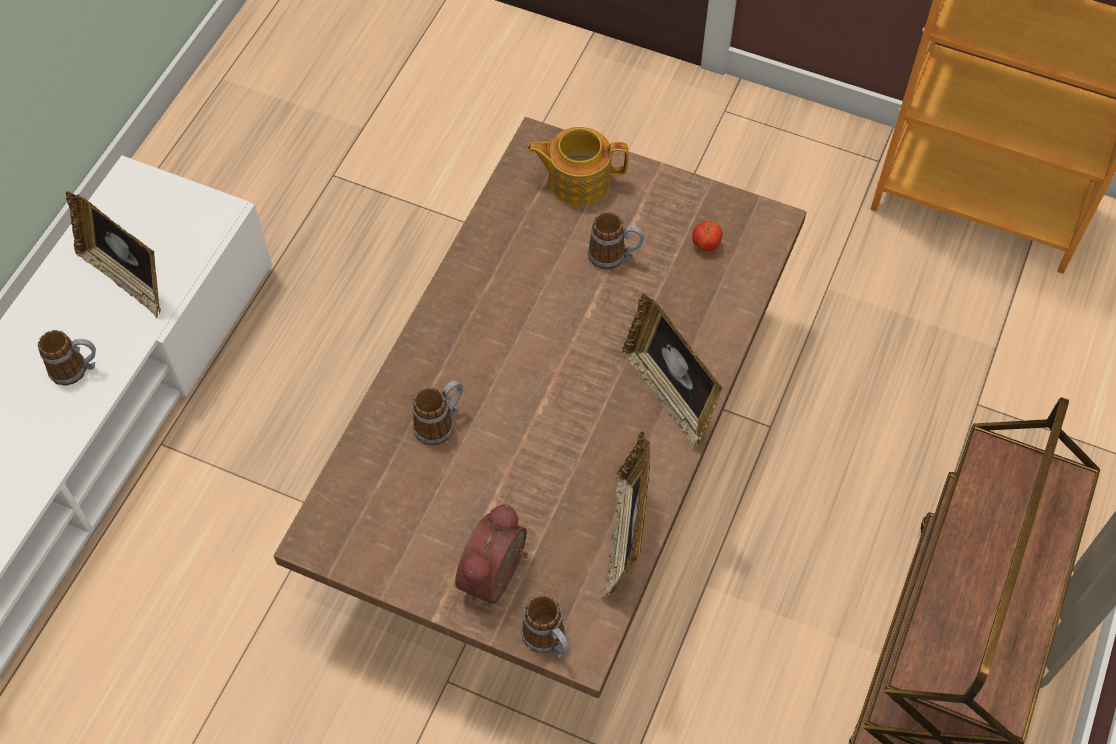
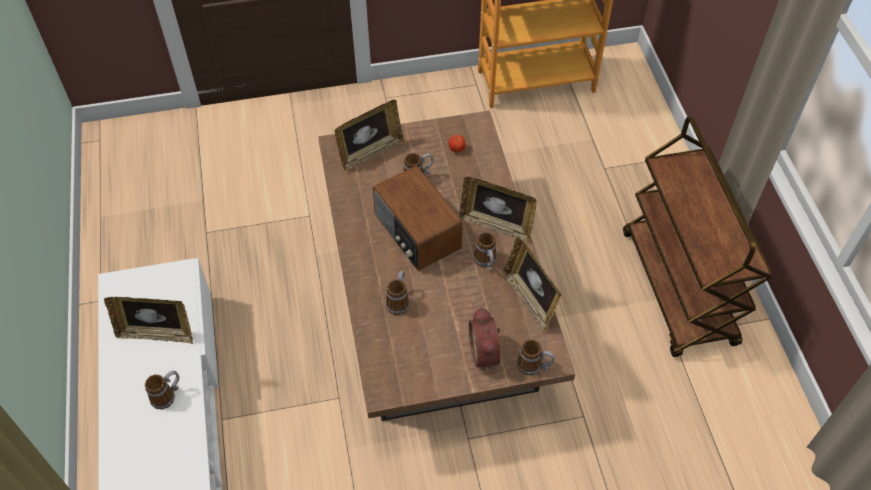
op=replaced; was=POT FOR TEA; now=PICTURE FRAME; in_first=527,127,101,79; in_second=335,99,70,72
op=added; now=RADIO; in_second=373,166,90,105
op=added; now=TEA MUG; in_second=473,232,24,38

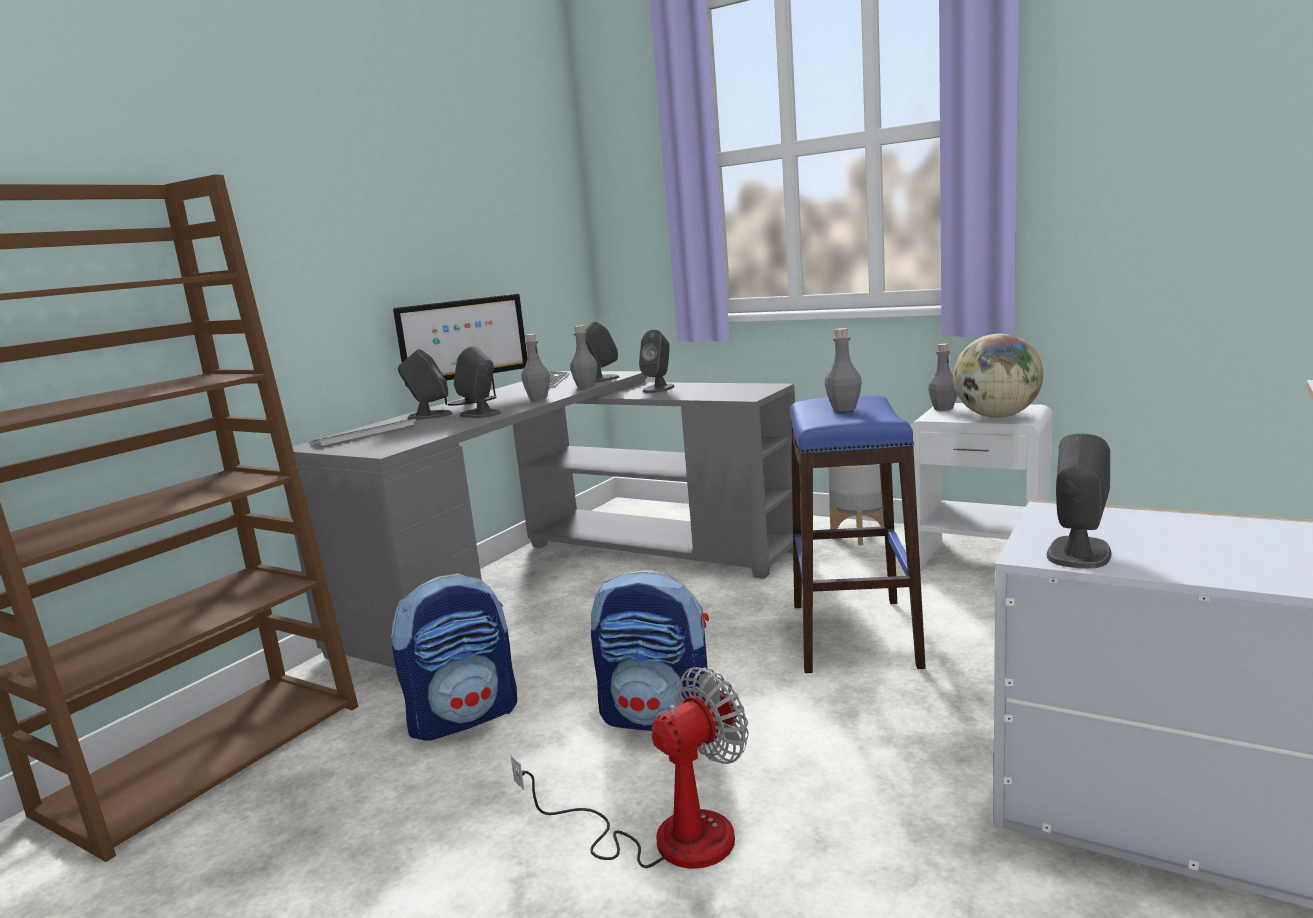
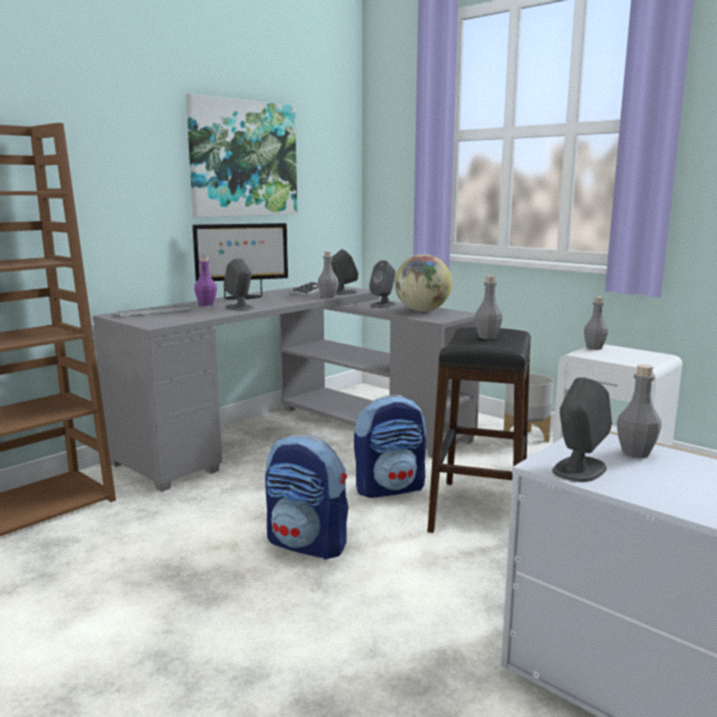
op=moved; was=GREYISH BOTTLE; in_first=521,334,29,66; in_second=617,364,45,94
op=moved; was=WORLD GLOBE; in_first=953,334,90,84; in_second=395,254,57,58
op=replaced; was=GREYISH LOUDSPEAKER; now=PURPLE BOTTLE; in_first=398,349,55,71; in_second=194,256,23,50
op=recoloured; was=BLUE STOOL SEAT; now=BLACKISH STOOL SEAT; in_first=790,395,136,278; in_second=427,327,104,206
op=moved; was=KNAPSACK; in_first=391,573,126,168; in_second=354,395,72,103
op=removed; was=ELECTRIC FAN; in_first=511,667,238,202
op=added; now=PICTURE; in_second=186,93,111,125

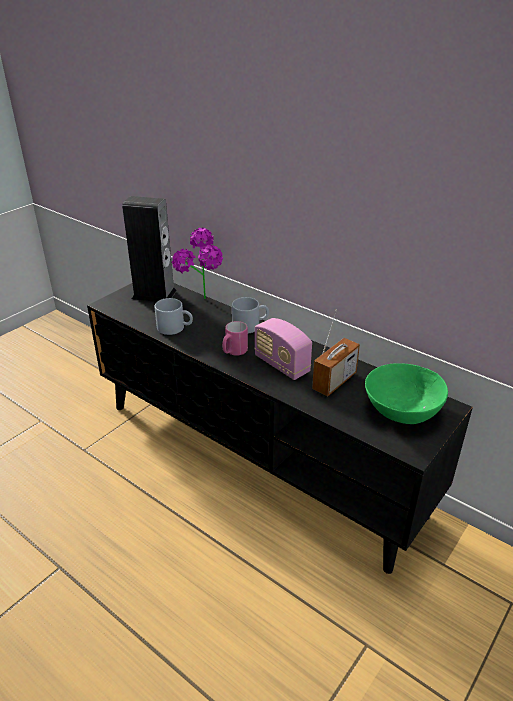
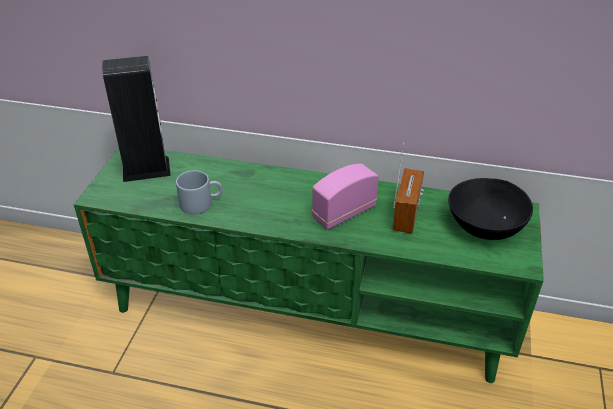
op=removed; was=POTTED PLANT; in_first=172,228,51,71
op=recoloured; was=BLACKISH TV STAND; now=GREEN-COLOURED TV STAND; in_first=87,283,386,291; in_second=73,148,471,235
op=removed; was=GREYISH TEA MUG; in_first=232,297,37,36
op=turned; was=RADIO; in_first=254,318,58,62; in_second=312,164,66,66; clockwise=120
op=removed; was=PINK TEA MUG; in_first=222,321,26,35
op=recoloured; was=GREEN-COLOURED DEEP DISH; now=BLACKISH DEEP DISH; in_first=365,363,83,61; in_second=448,178,85,62

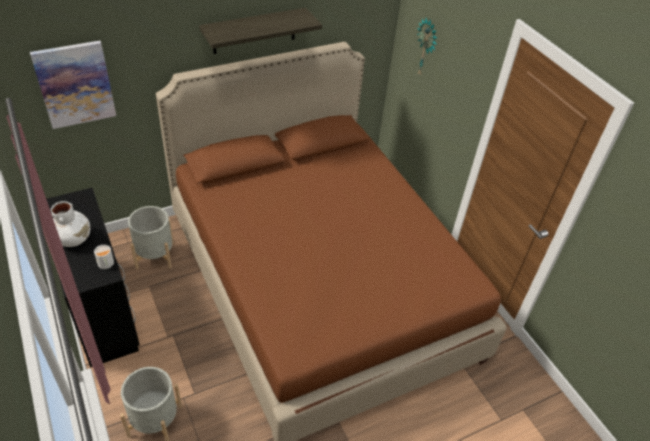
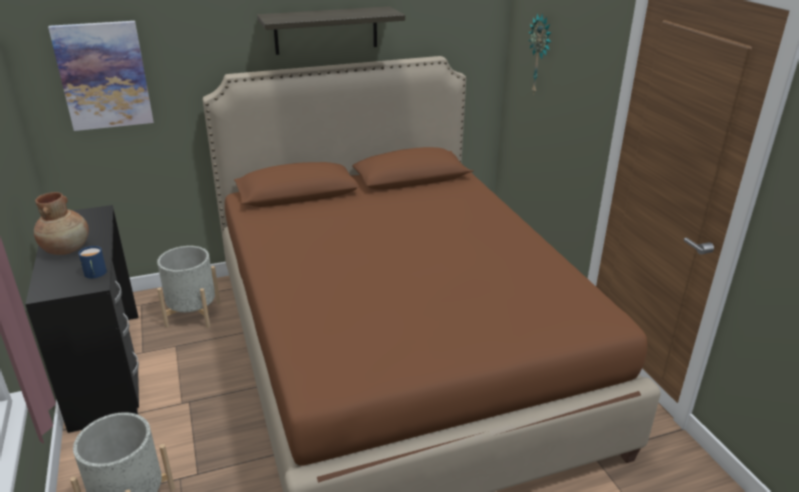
op=recoloured; was=WHITE-COLOURED FLOWER VASE; now=BROWNISH FLOWER VASE; in_first=51,201,39,46; in_second=34,192,55,63
op=recoloured; was=WHITE-COLOURED TEA MUG; now=BLUE TEA MUG; in_first=94,245,20,24; in_second=78,246,29,32

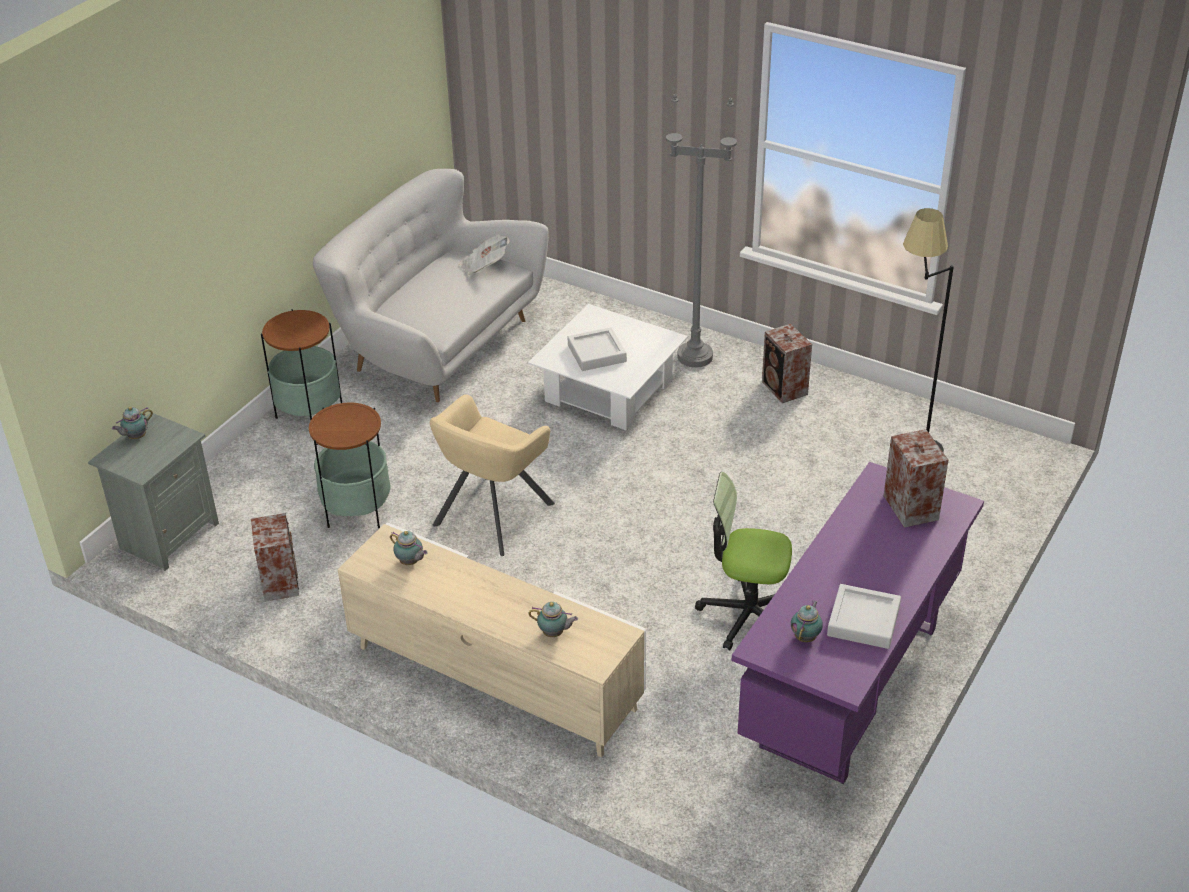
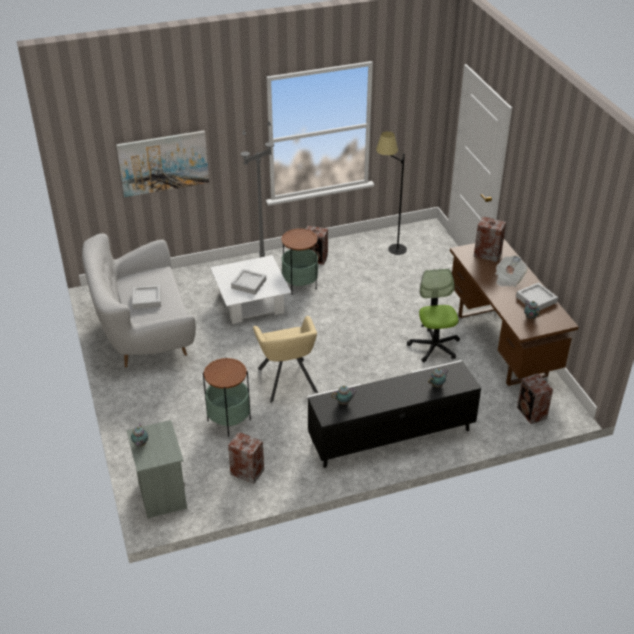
op=moved; was=PRINTED PAPER; in_first=459,234,51,41; in_second=495,255,33,32
op=moved; was=ACCENT TABLE; in_first=261,309,81,111; in_second=281,228,37,67
op=recoloured; was=PURPLE DESK TABLE; now=BROWNISH DESK TABLE; in_first=732,462,252,322; in_second=450,239,129,147
op=turned; was=COMPUTER CHAIR; in_first=695,472,97,178; in_second=407,269,53,93; clockwise=120
op=recoloured; was=SAND-COLOURED TV STAND; now=BLACKISH TV STAND; in_first=338,523,308,235; in_second=307,360,174,108
op=added; now=PICTURE; in_second=116,131,93,66
op=added; now=GREYISH TRAY; in_second=132,285,29,24
op=added; now=LOUDSPEAKER; in_second=517,373,36,51

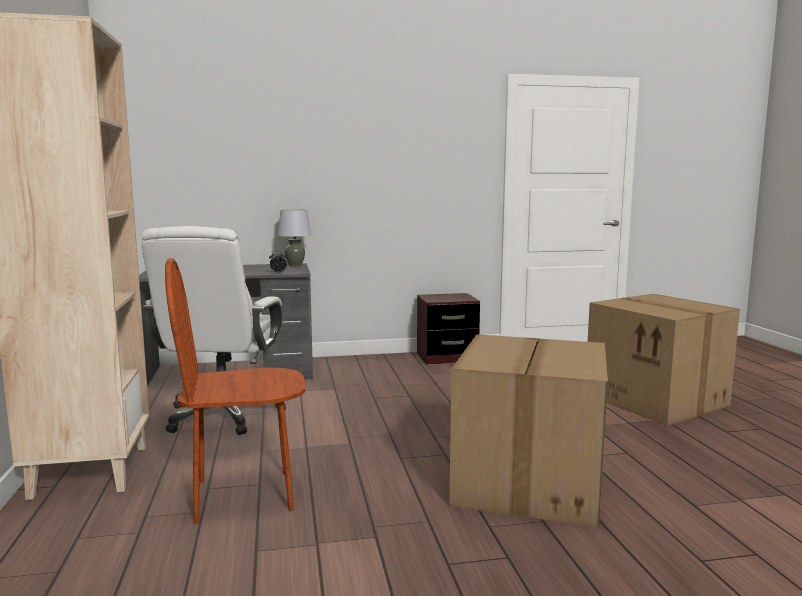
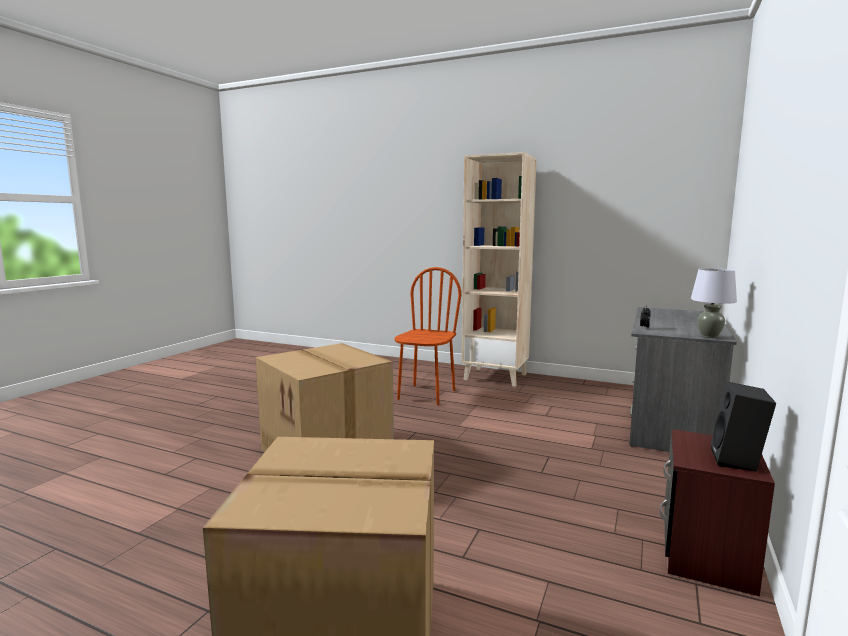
op=removed; was=WHITE-COLOURED COMPUTER CHAIR; in_first=141,226,145,209
op=added; now=BLACKISH LOUDSPEAKER; in_second=711,382,65,89

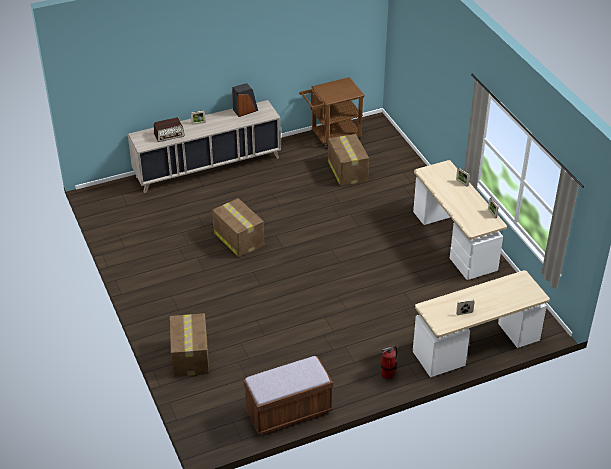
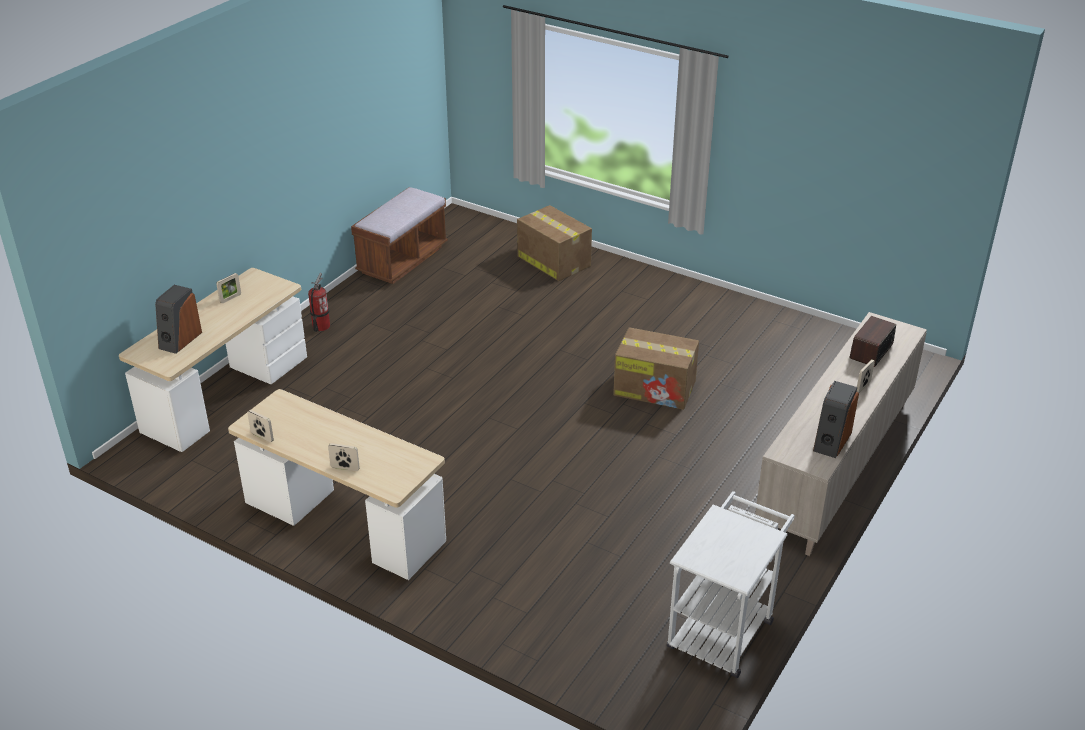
op=recoloured; was=BROWNISH CART; now=WHITE-COLOURED CART; in_first=299,77,66,72; in_second=667,491,128,187
op=removed; was=CARDBOARD BOX; in_first=328,134,41,52
op=added; now=LOUDSPEAKER; in_second=155,285,47,69

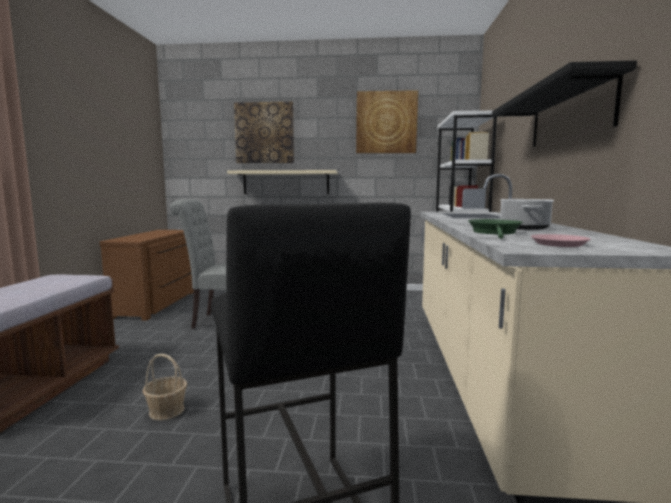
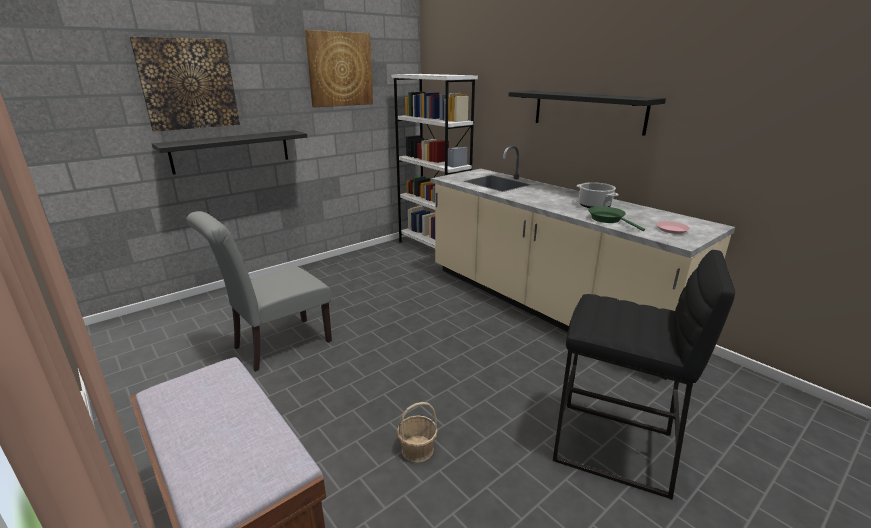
op=recoloured; was=SAND-COLOURED BRACKET SHELF; now=BLACKISH BRACKET SHELF; in_first=227,170,111,24; in_second=152,130,155,44
op=removed; was=BROWNISH DRESSER; in_first=100,230,94,91

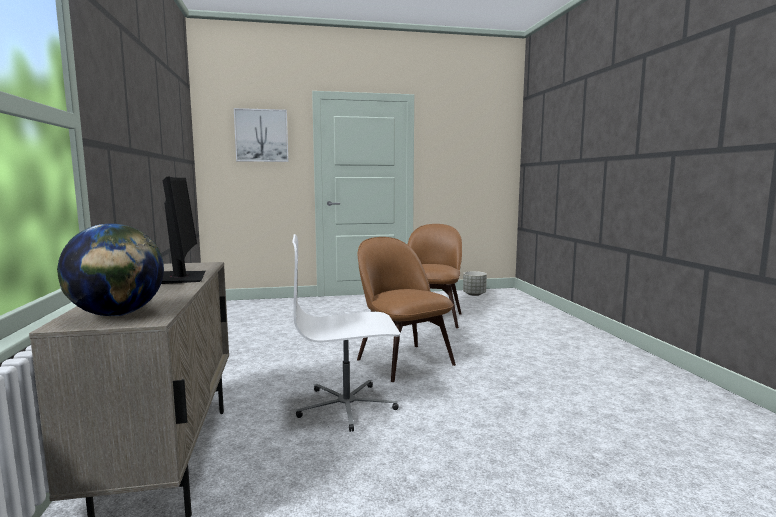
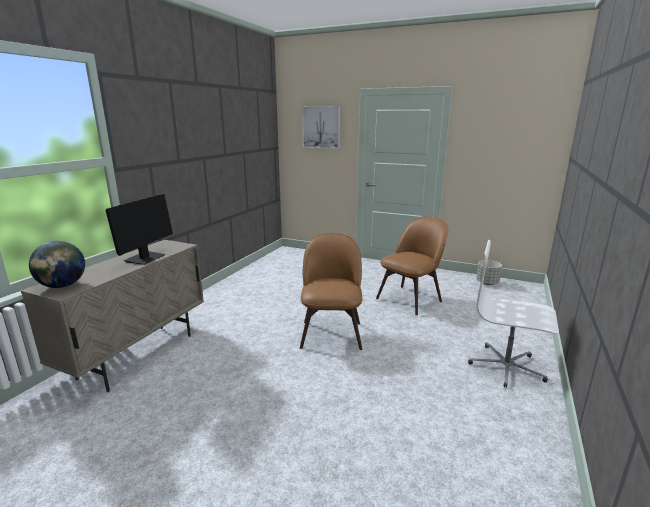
op=moved; was=WHITE-COLOURED COMPUTER CHAIR; in_first=292,234,108,198; in_second=468,240,91,148

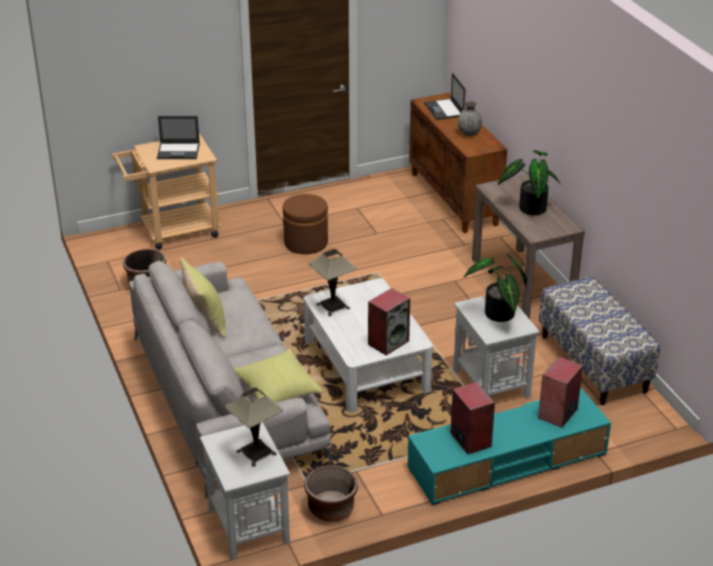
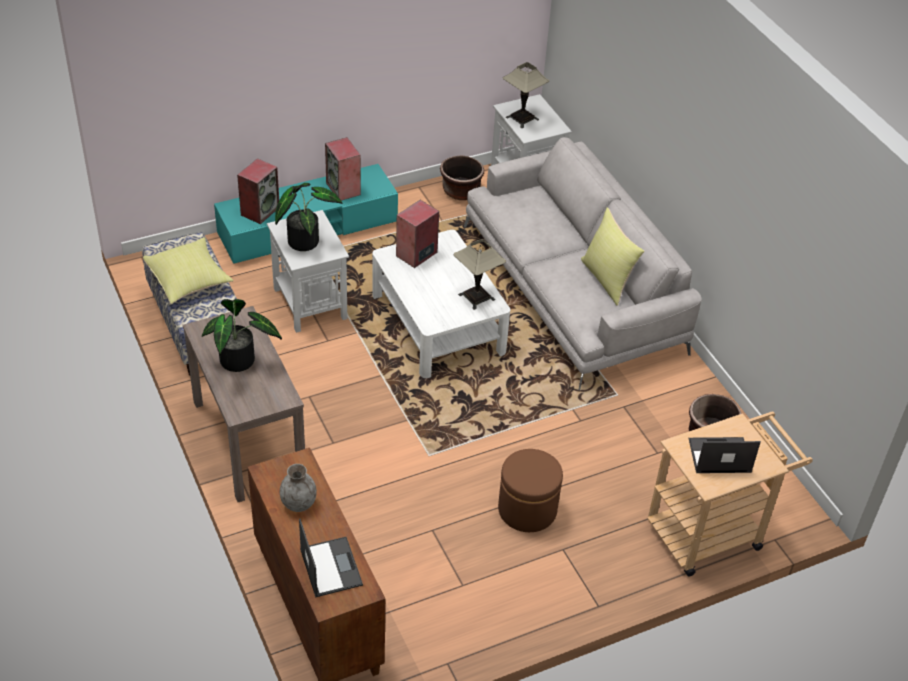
op=moved; was=YELLOW CUSHION; in_first=234,349,88,54; in_second=143,237,91,67

